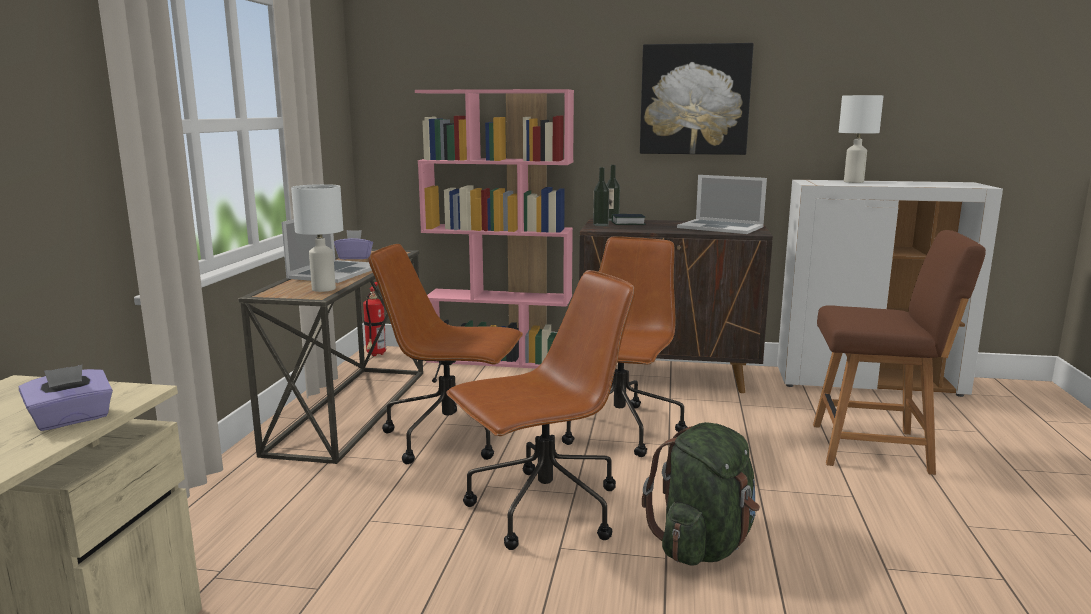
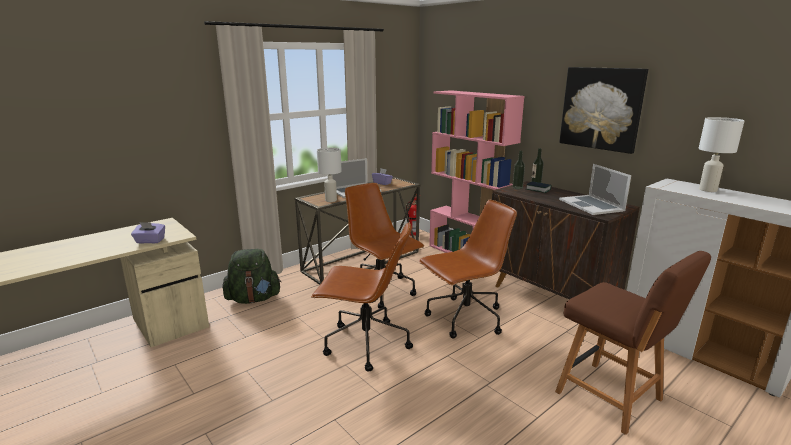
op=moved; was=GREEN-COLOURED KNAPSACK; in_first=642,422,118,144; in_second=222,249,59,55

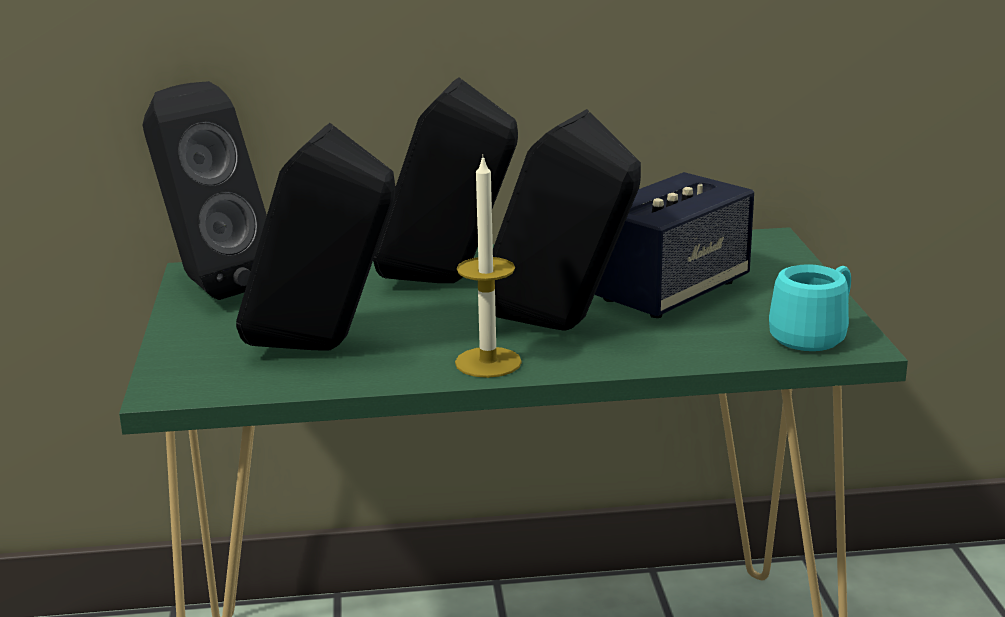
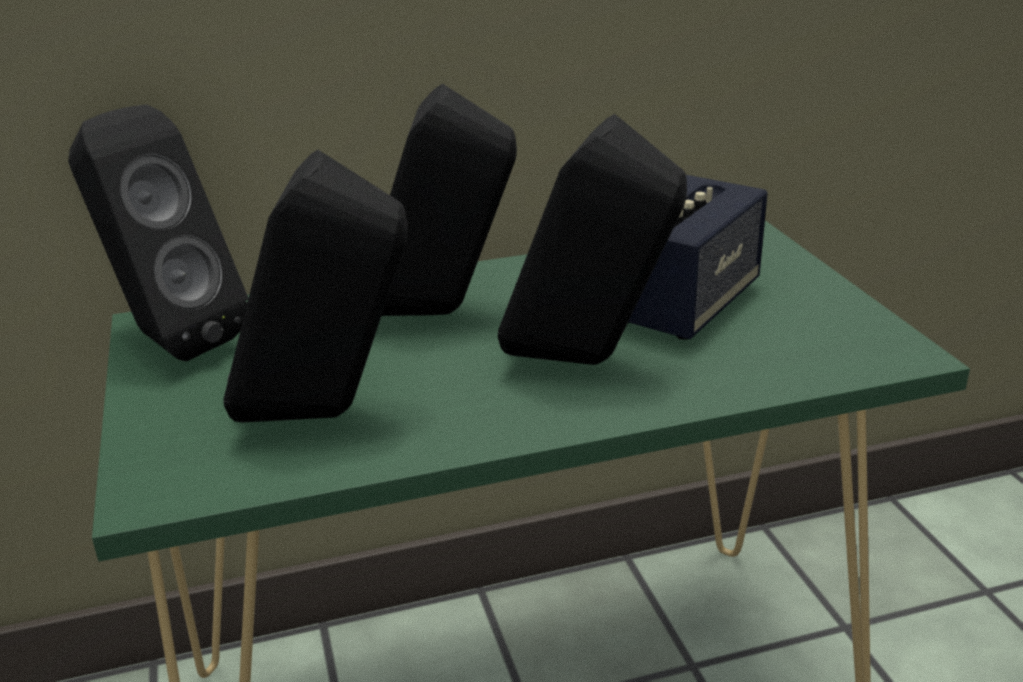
op=removed; was=WAX LIGHT; in_first=455,158,67,220
op=removed; was=TURQUOISE TEA MUG; in_first=769,264,82,87

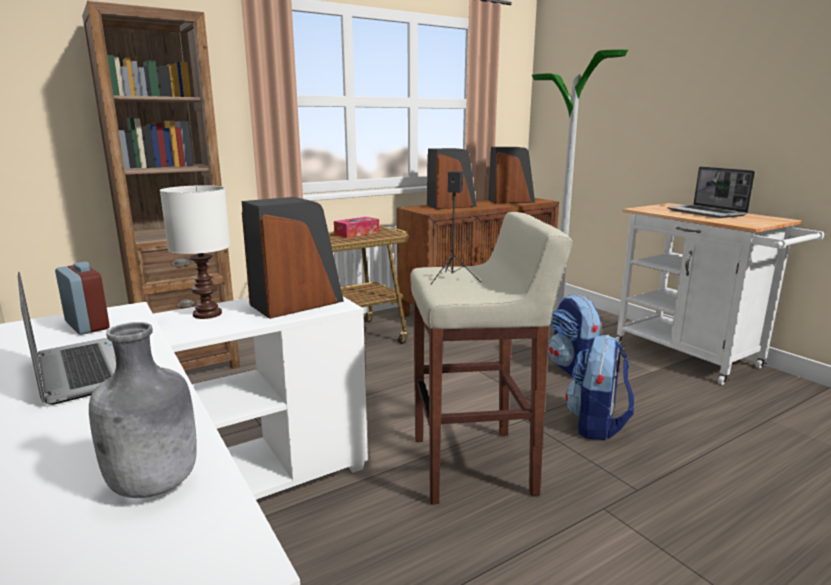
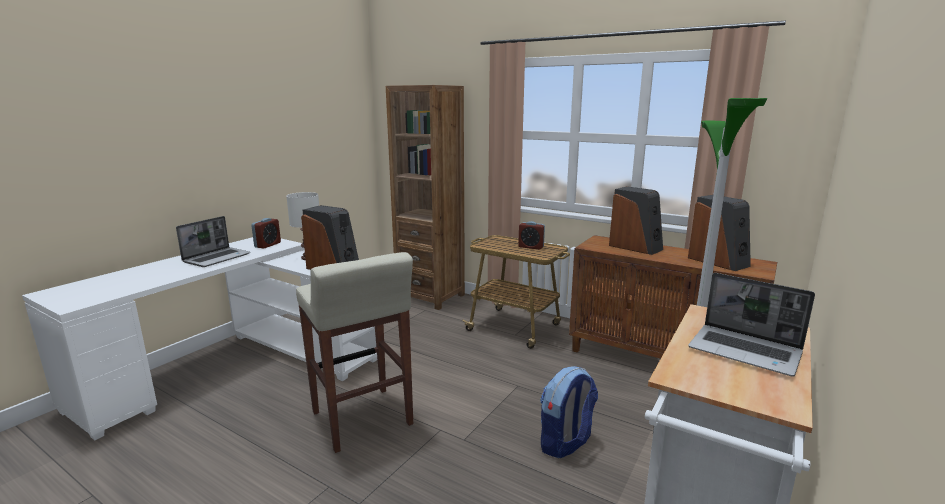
op=turned; was=PORTABLE COMPUTER; in_first=667,166,88,52; in_second=688,273,127,104; clockwise=-90
op=replaced; was=TISSUE BOX; now=BEDSIDE CLOCK; in_first=334,217,46,21; in_second=518,221,27,29
op=removed; was=GREYISH BOTTLE; in_first=89,322,108,176
op=removed; was=KNAPSACK; in_first=565,335,69,105

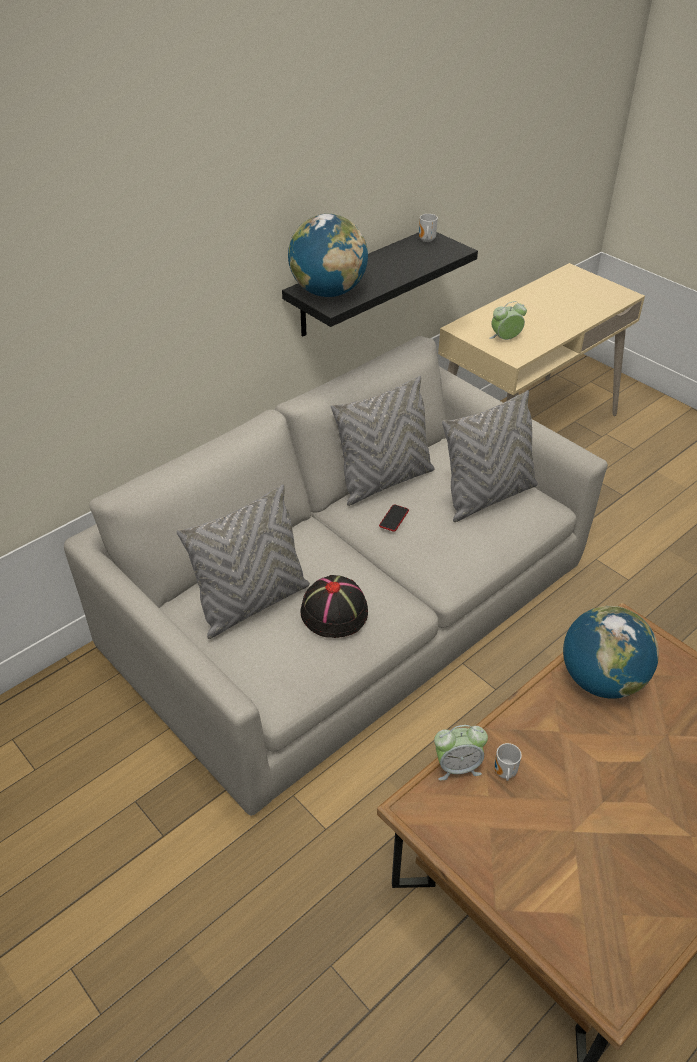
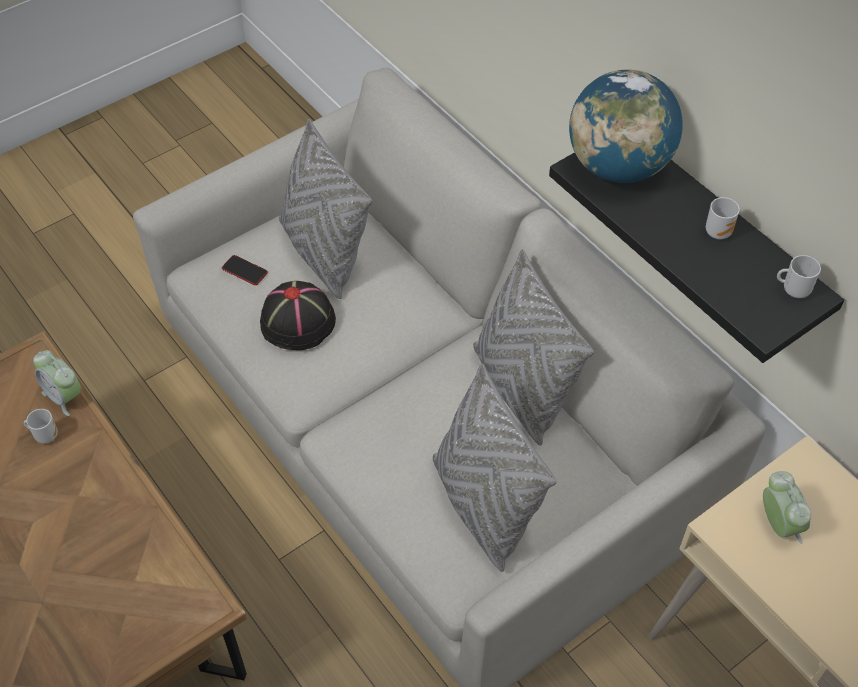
op=moved; was=HANDSET; in_first=379,504,30,28; in_second=222,255,46,30
op=removed; was=WORLD GLOBE; in_first=563,606,96,93
op=turned; was=BEDSIDE CLOCK; in_first=434,725,54,55; in_second=33,350,48,66; clockwise=-45
op=added; now=TEA MUG; in_second=706,197,34,42

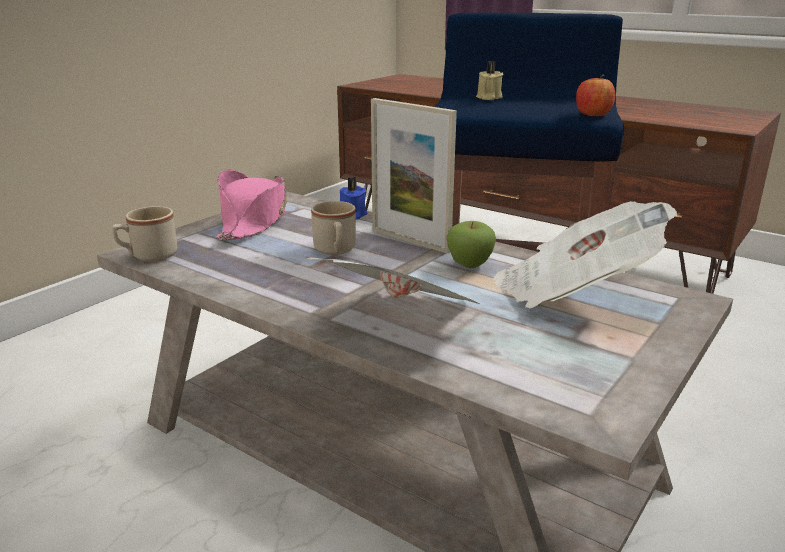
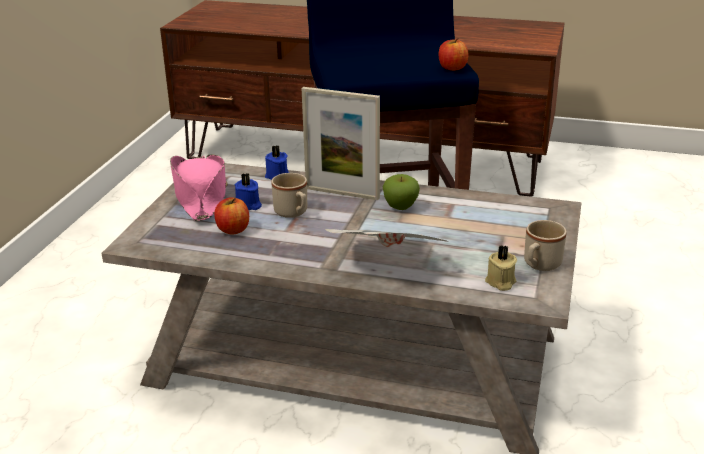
op=moved; was=SAND-COLOURED WAX LIGHT; in_first=476,61,27,39; in_second=485,245,32,46
op=removed; was=PRINTED PAPER; in_first=493,201,185,107
op=moved; was=SAND-COLOURED TEA MUG; in_first=112,206,65,55; in_second=524,220,43,51
op=added; now=BLUE WAX LIGHT; in_second=235,173,27,37
op=added; now=APPLE; in_second=214,198,35,36

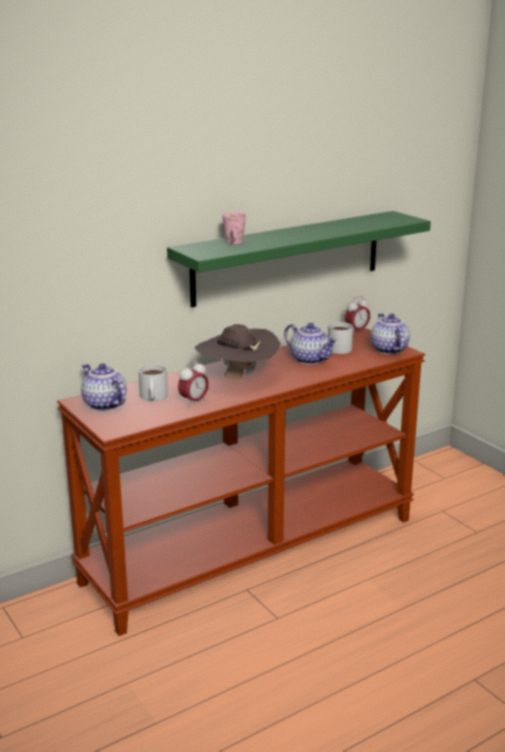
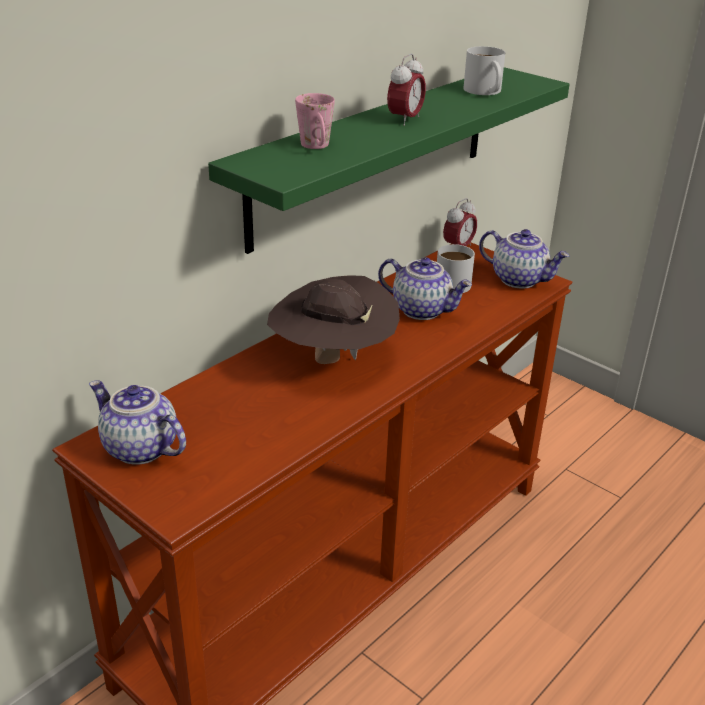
op=turned; was=POT FOR TEA; in_first=371,313,39,41; in_second=479,229,90,60; clockwise=150
op=moved; was=BEDSIDE CLOCK; in_first=178,360,31,47; in_second=387,54,39,72
op=moved; was=WHITE-COLOURED TEA MUG; in_first=139,364,29,37; in_second=463,46,43,49

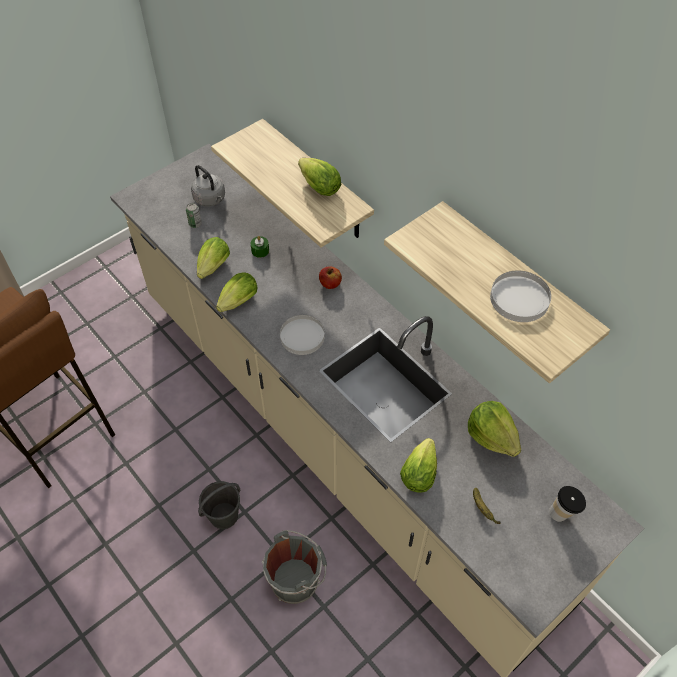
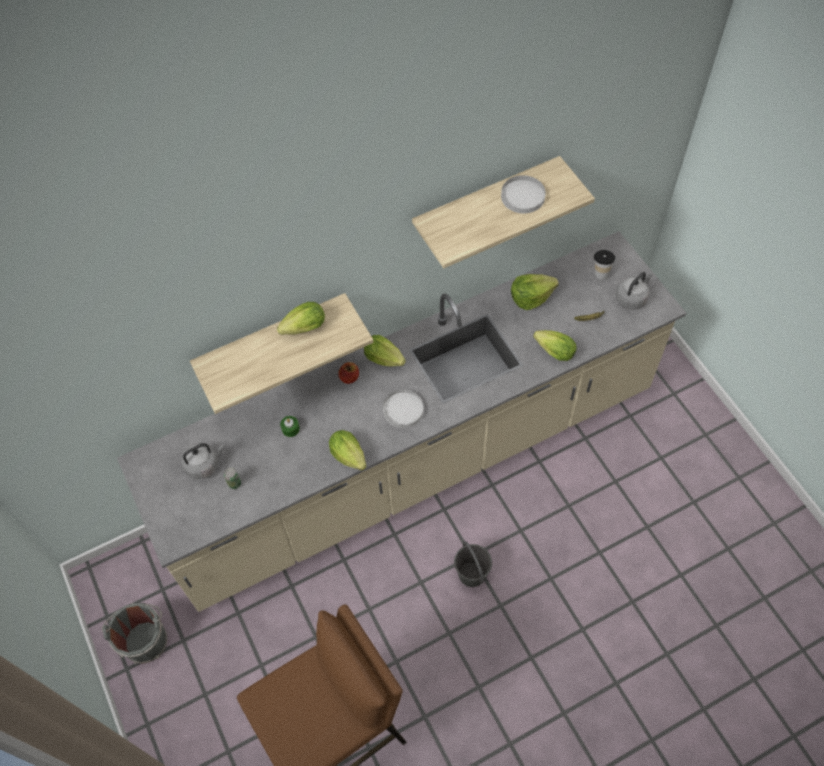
op=moved; was=LETTUCE; in_first=197,237,33,42; in_second=364,335,42,31
op=moved; was=GREYISH PAIL; in_first=262,530,65,74; in_second=102,603,65,61
op=added; now=GREYISH WATER KETTLE; in_second=615,272,38,38

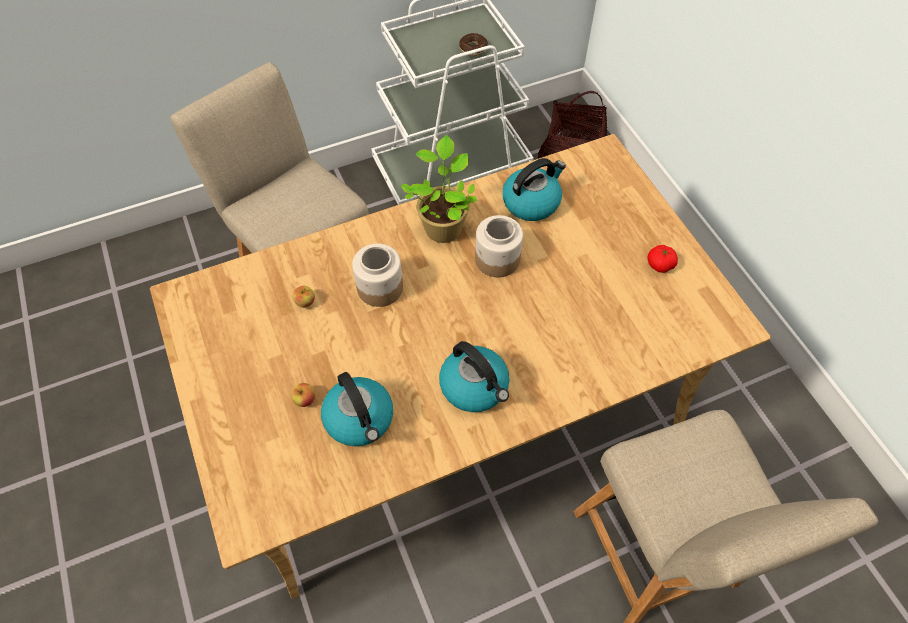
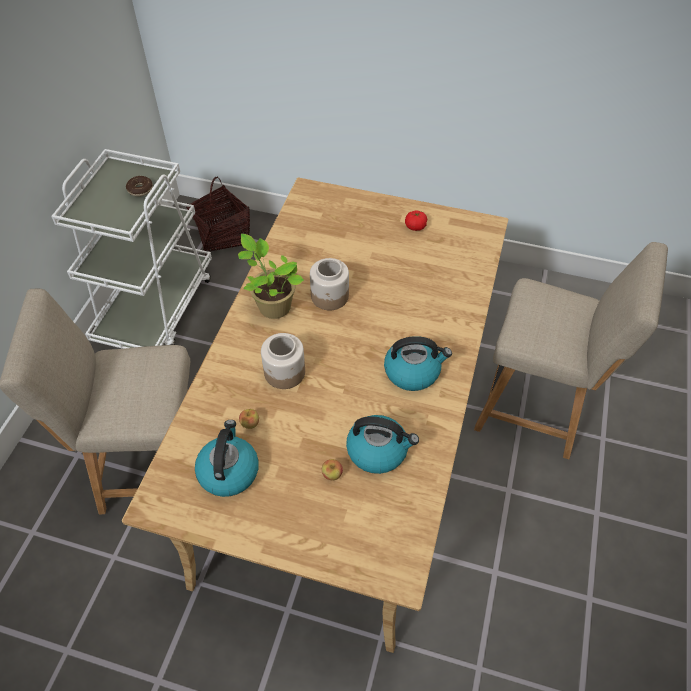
op=moved; was=WATER KETTLE; in_first=502,158,64,63; in_second=195,420,64,77

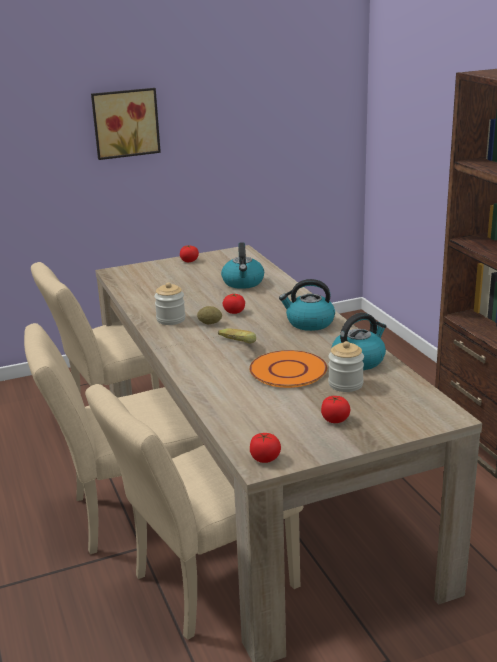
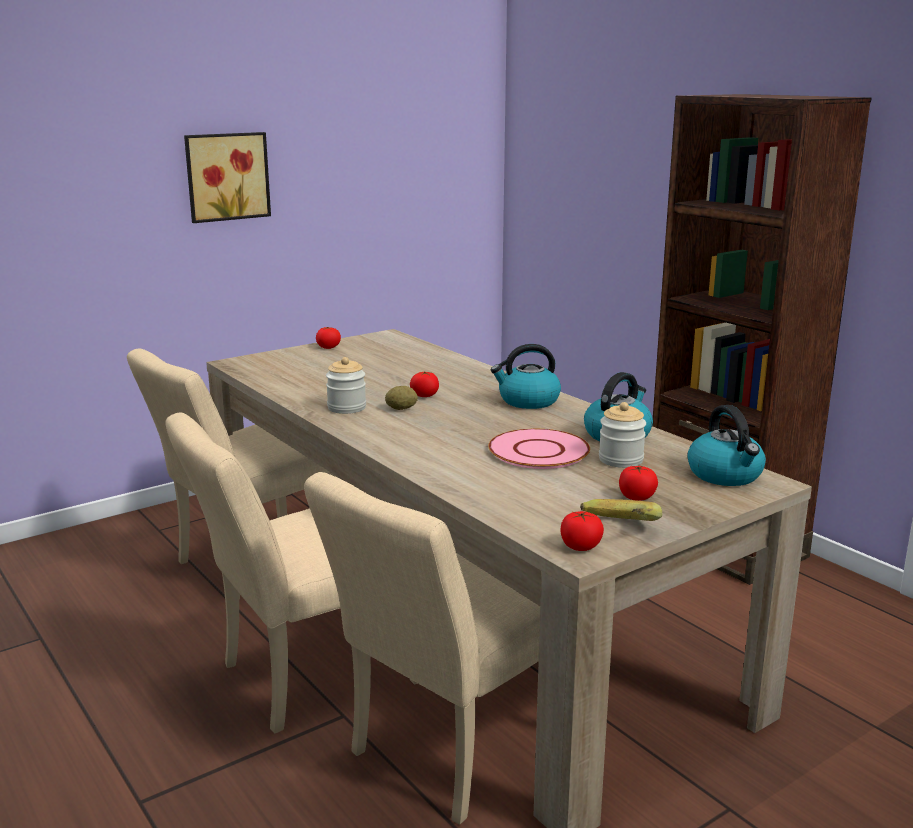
op=moved; was=WATER KETTLE; in_first=221,242,43,47; in_second=687,405,79,81
op=moved; was=WHOLE BANANA; in_first=218,328,38,15; in_second=580,499,82,22
op=recoloured; was=ORANGEY PLATE; now=PINK PLATE; in_first=249,350,78,38; in_second=488,429,102,40

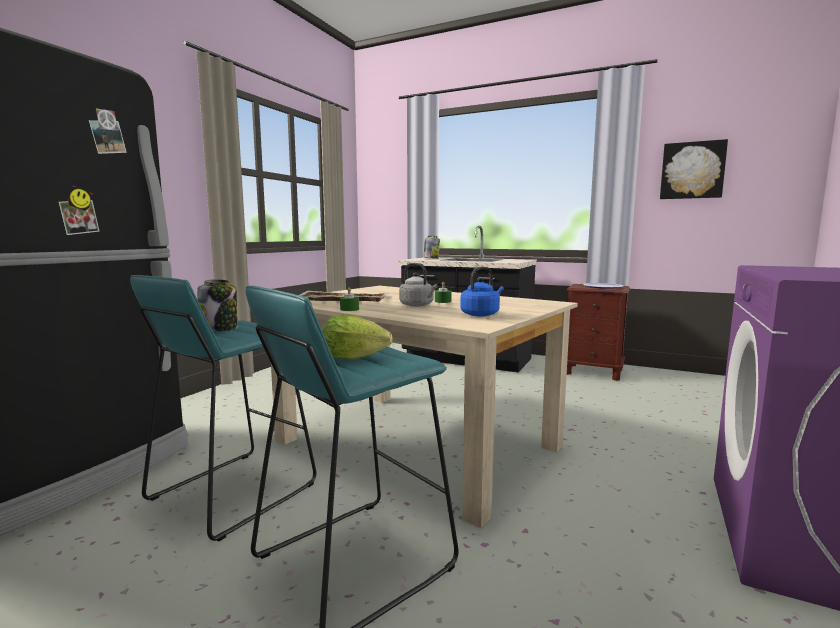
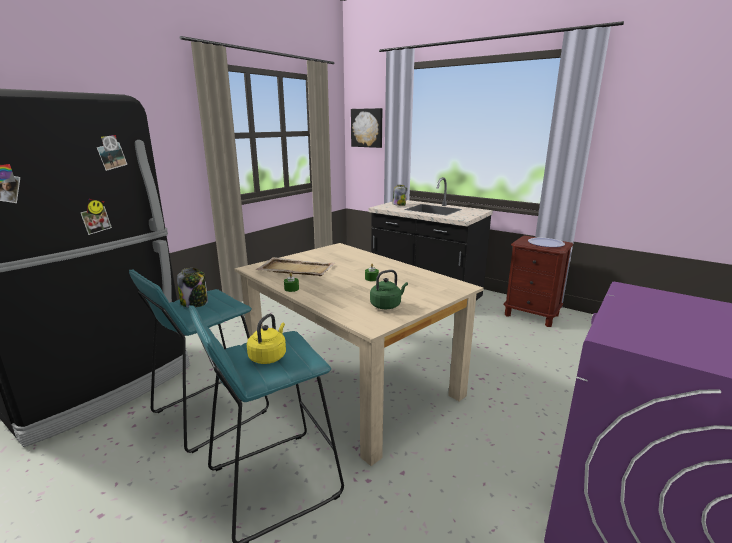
op=moved; was=PICTURE; in_first=660,139,68,60; in_second=351,108,31,40
op=removed; was=GREYISH WATER KETTLE; in_first=399,263,38,44
op=recoloured; was=BLUE WATER KETTLE; now=GREEN-COLOURED WATER KETTLE; in_first=460,267,44,50; in_second=370,270,38,39
op=replaced; was=LETTUCE; now=YELLOW WATER KETTLE; in_first=322,315,71,44; in_second=247,314,39,50

